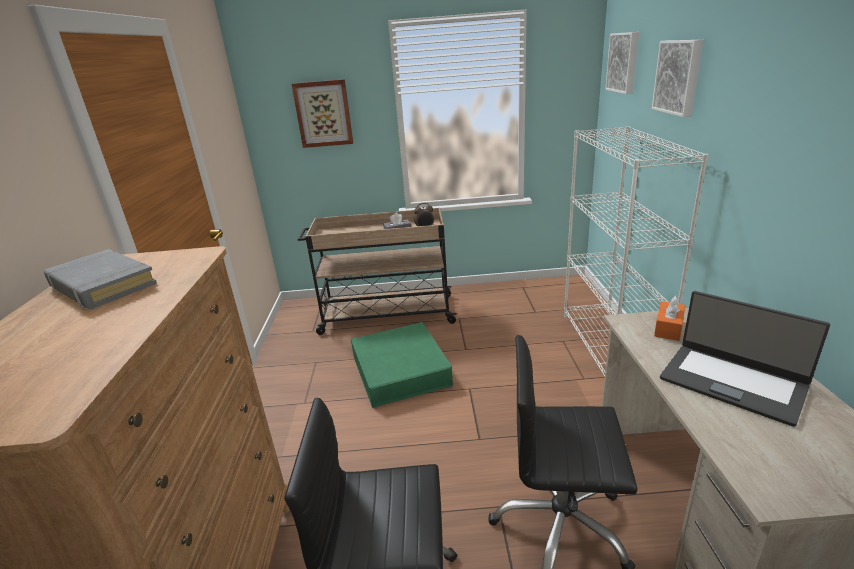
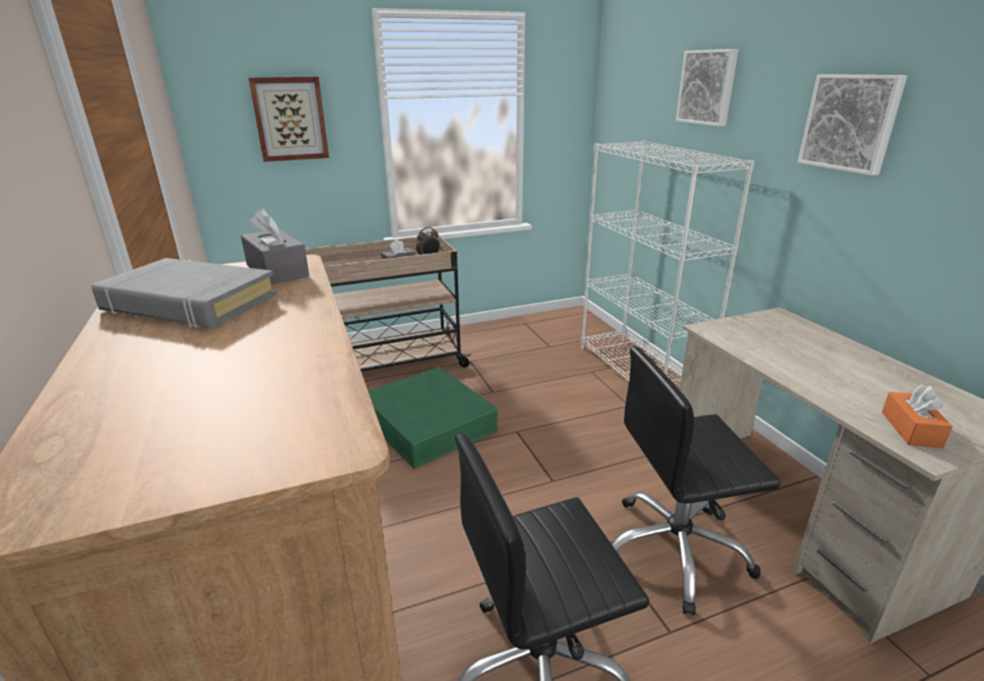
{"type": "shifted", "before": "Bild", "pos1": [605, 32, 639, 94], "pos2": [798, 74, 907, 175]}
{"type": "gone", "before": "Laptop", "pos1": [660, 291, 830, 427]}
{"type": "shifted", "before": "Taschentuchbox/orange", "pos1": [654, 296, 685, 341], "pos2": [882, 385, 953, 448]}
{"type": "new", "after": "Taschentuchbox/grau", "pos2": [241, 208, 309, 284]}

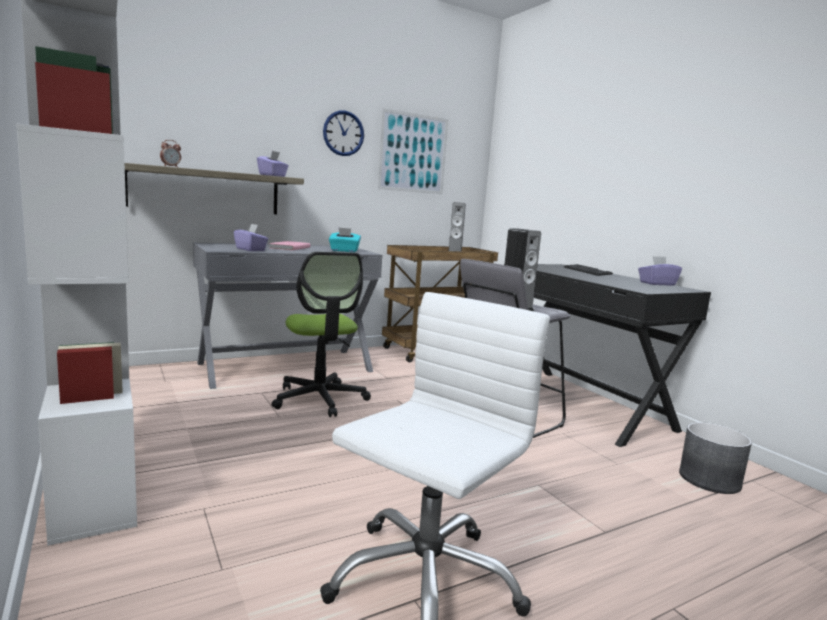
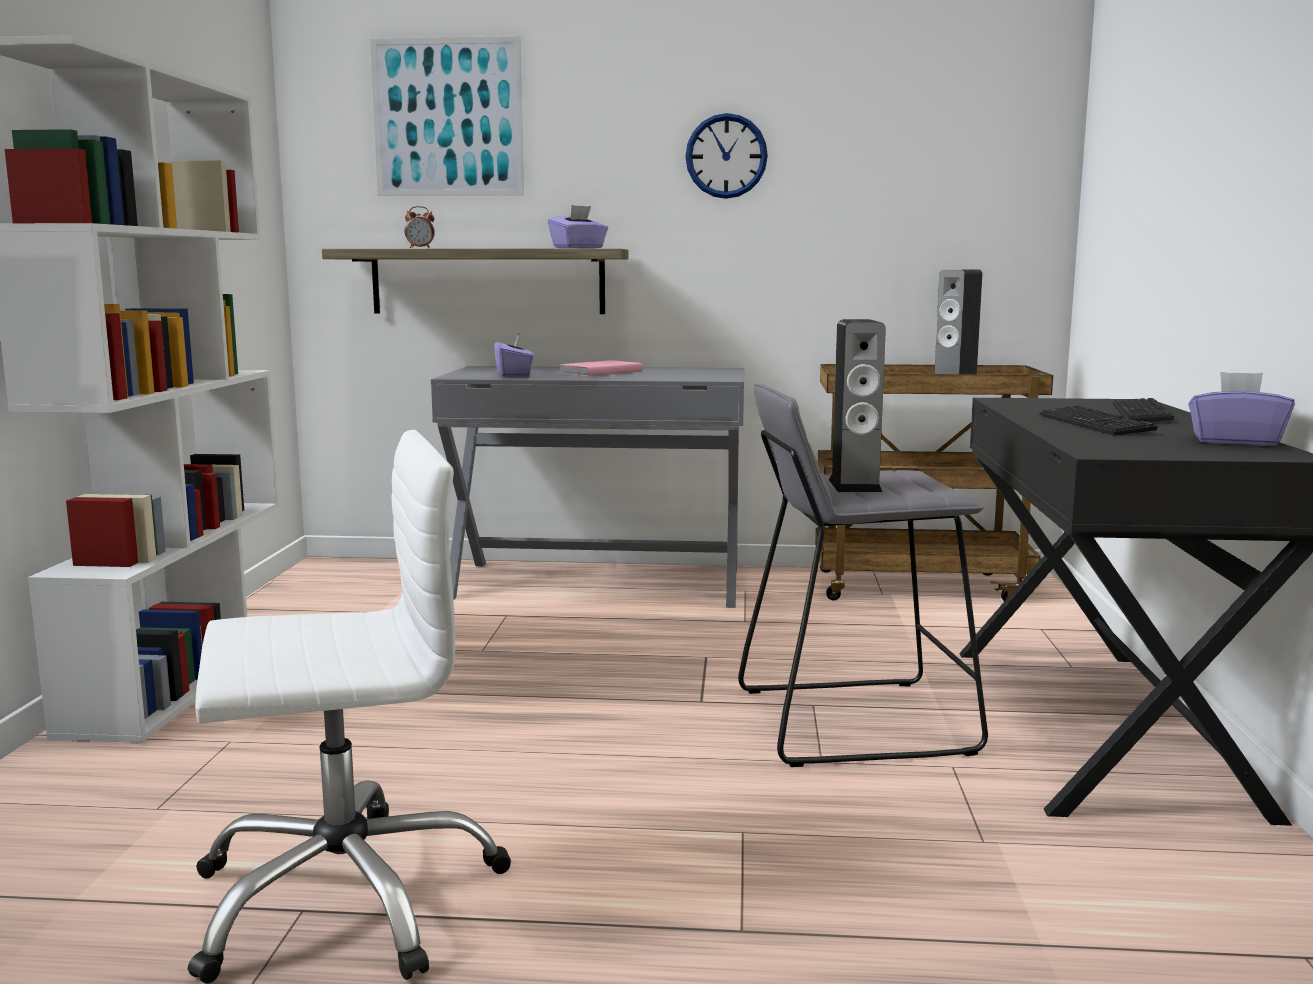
{"type": "shifted", "before": "Bild", "pos1": [377, 108, 448, 194], "pos2": [370, 36, 524, 196]}
{"type": "gone", "before": "Taschentuchbox/türkis", "pos1": [329, 227, 361, 252]}
{"type": "gone", "before": "Bürostuhl", "pos1": [272, 252, 371, 417]}
{"type": "gone", "before": "Pflanzkübel/grau", "pos1": [679, 422, 752, 494]}
{"type": "new", "after": "Tastatur", "pos2": [1040, 406, 1158, 436]}

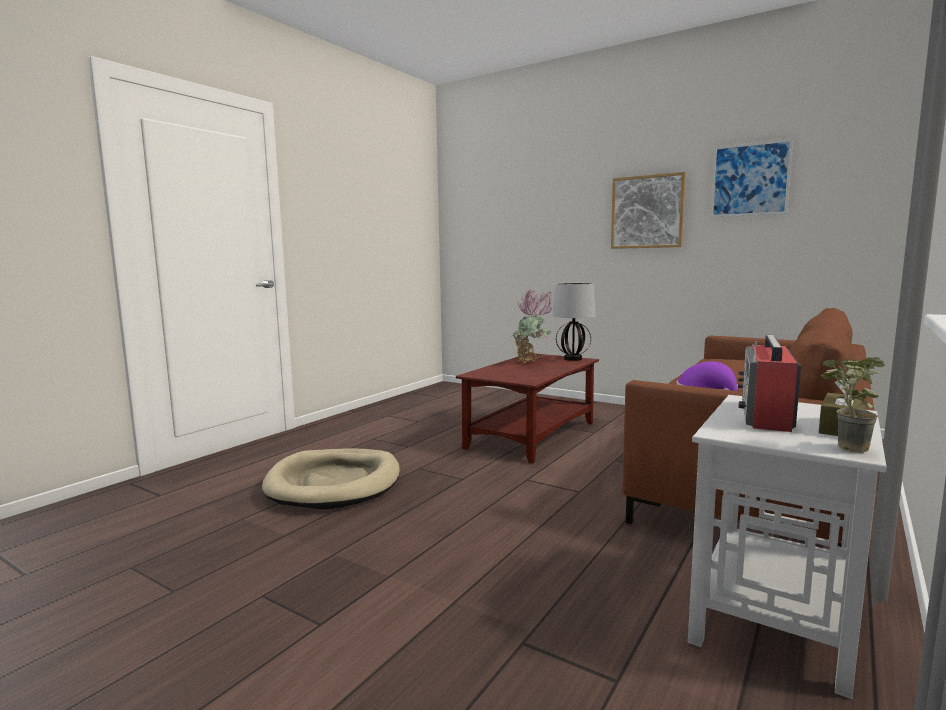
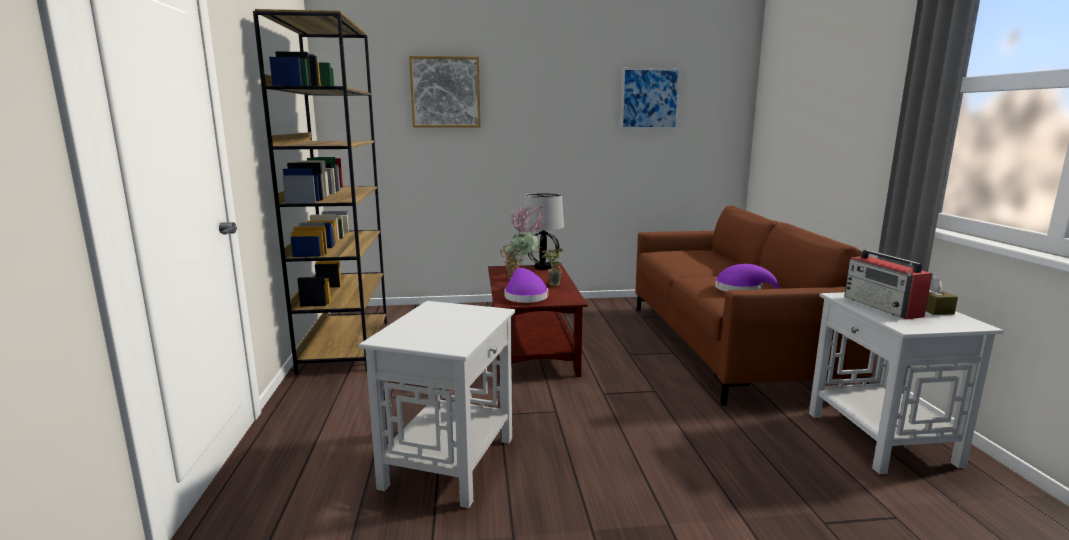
{"type": "shifted", "before": "Bild", "pos1": [611, 172, 686, 249], "pos2": [409, 56, 481, 128]}
{"type": "shifted", "before": "Topfpflanze", "pos1": [821, 357, 885, 453], "pos2": [541, 248, 563, 286]}
{"type": "swapped", "before": "Hundebett/beige", "after": "Beistelltisch/weiß", "pos1": [262, 448, 400, 510], "pos2": [359, 301, 515, 508]}
{"type": "new", "after": "Bücherregal/braun", "pos2": [253, 9, 387, 374]}
{"type": "new", "after": "Hut/lila", "pos2": [505, 268, 548, 303]}

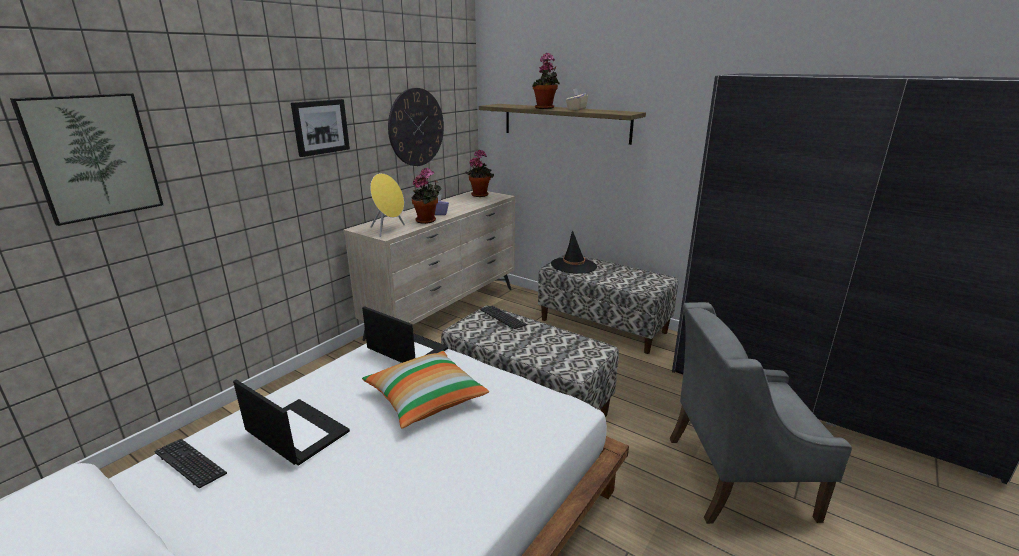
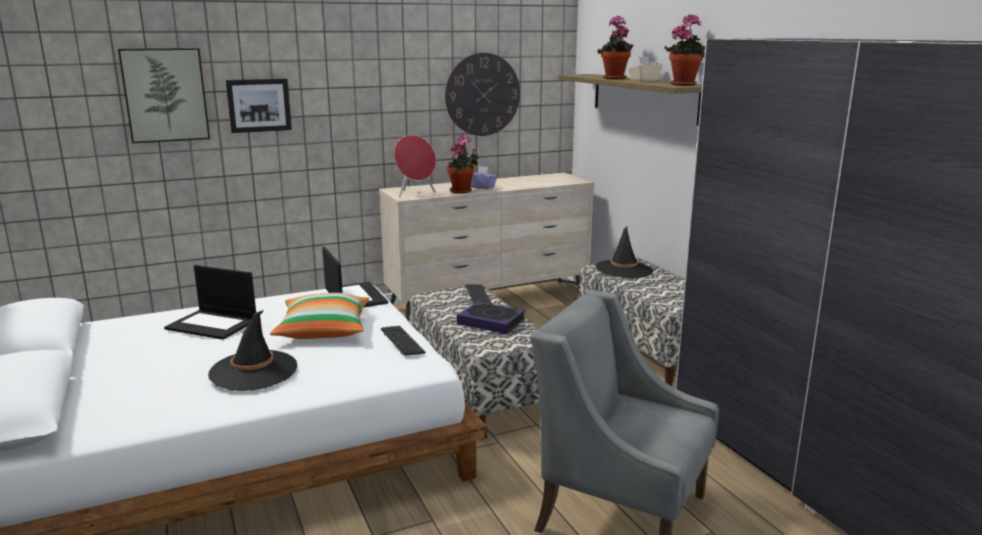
{"type": "shifted", "before": "Bild", "pos1": [291, 99, 350, 157], "pos2": [226, 78, 292, 133]}
{"type": "shifted", "before": "Topfpflanze", "pos1": [465, 149, 494, 197], "pos2": [665, 14, 705, 86]}
{"type": "repainted", "before": "Lautsprecher/gelb", "after": "Lautsprecher/rot", "pos1": [370, 173, 405, 237], "pos2": [394, 135, 436, 197]}
{"type": "rotated", "before": "Laptop", "pos1": [233, 379, 350, 466], "pos2": [164, 265, 256, 340], "turn": 135}
{"type": "shifted", "before": "Tastatur", "pos1": [154, 439, 227, 489], "pos2": [381, 326, 426, 356]}
{"type": "new", "after": "Buch", "pos2": [457, 301, 525, 334]}
{"type": "new", "after": "Hut/schwarz", "pos2": [208, 310, 297, 391]}

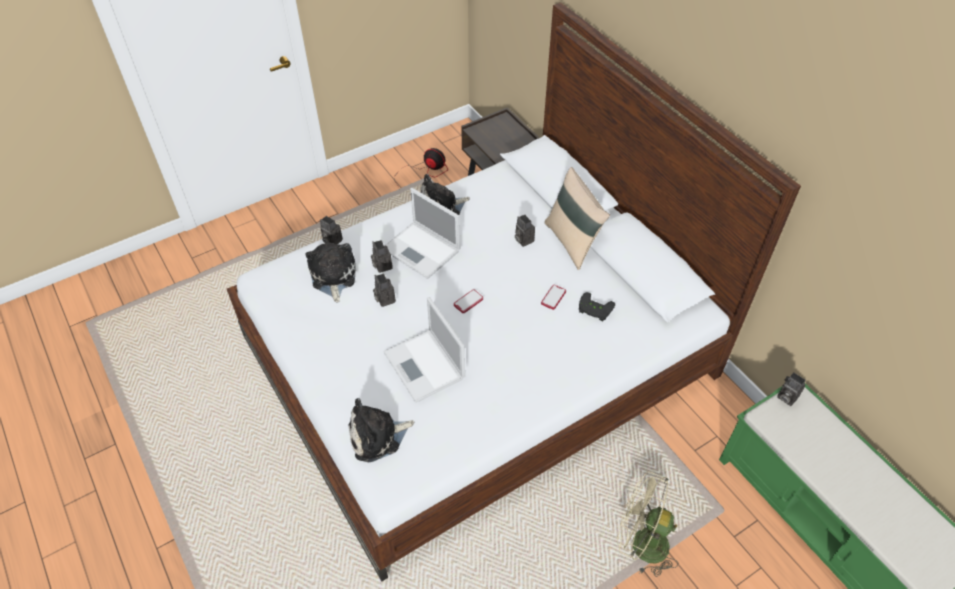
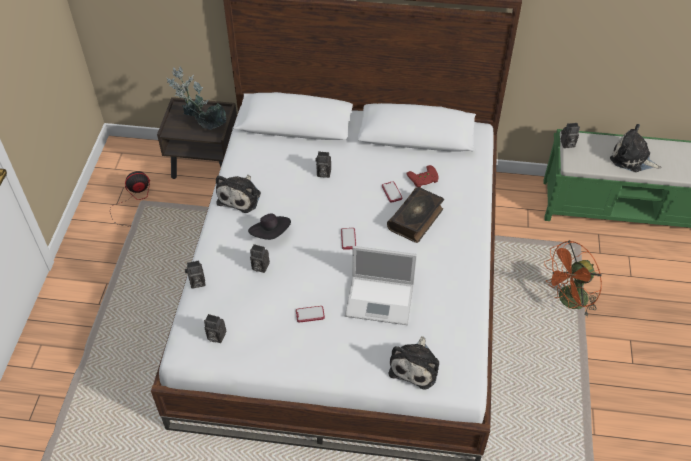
{"type": "gone", "before": "Kissen/beige", "pos1": [544, 167, 610, 270]}
{"type": "swapped", "before": "Laptop", "after": "Hut/schwarz", "pos1": [385, 188, 460, 279], "pos2": [248, 213, 291, 240]}
{"type": "shifted", "before": "Plüschtier", "pos1": [305, 243, 356, 303], "pos2": [610, 124, 661, 172]}
{"type": "shifted", "before": "Kamera", "pos1": [373, 273, 396, 307], "pos2": [204, 314, 226, 343]}
{"type": "repainted", "before": "Gamepad/schwarz", "after": "Gamepad/rot", "pos1": [579, 292, 615, 321], "pos2": [406, 165, 439, 188]}
{"type": "repainted", "before": "Ventilator/beige", "after": "Ventilator/orange", "pos1": [617, 471, 678, 577], "pos2": [544, 240, 602, 317]}
{"type": "new", "after": "Topfpflanze", "pos2": [167, 66, 226, 130]}
{"type": "new", "after": "Buch", "pos2": [387, 187, 444, 243]}
{"type": "new", "after": "Handy", "pos2": [296, 306, 325, 323]}

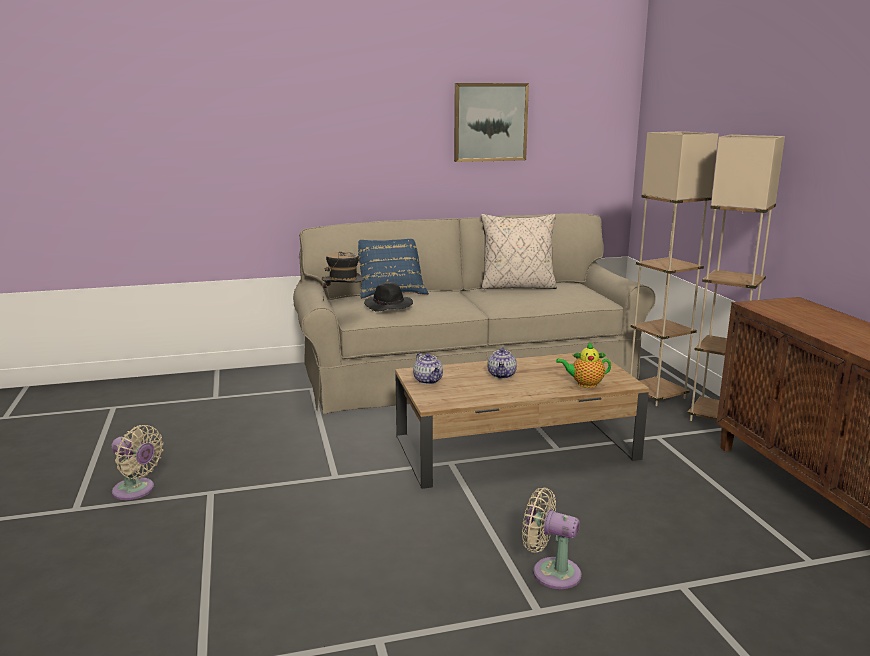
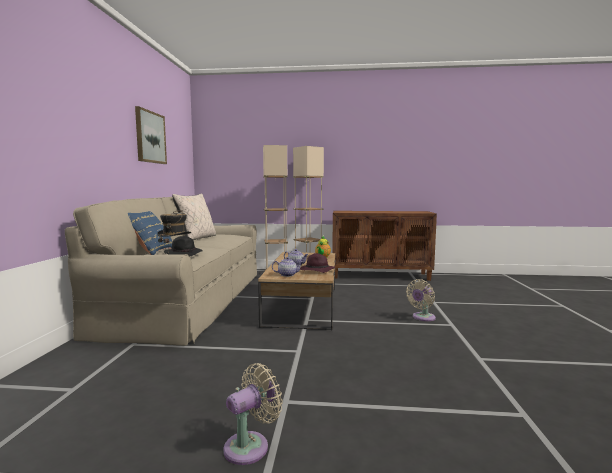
{"type": "new", "after": "Hut/lila", "pos2": [300, 253, 335, 273]}

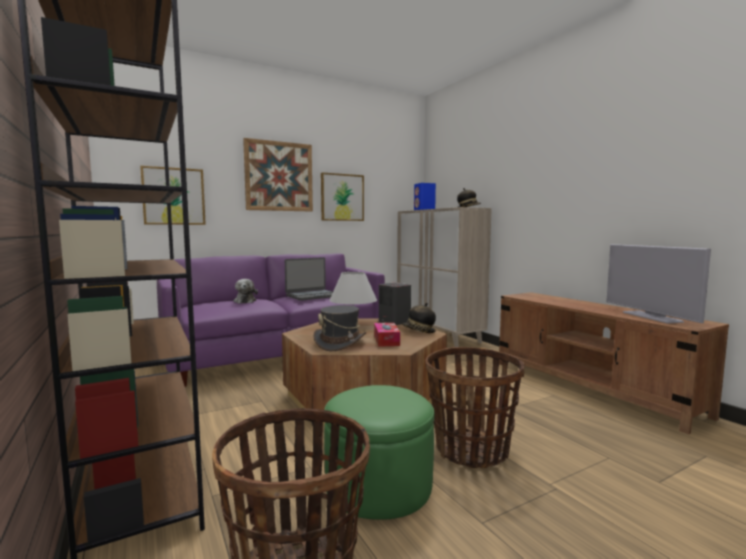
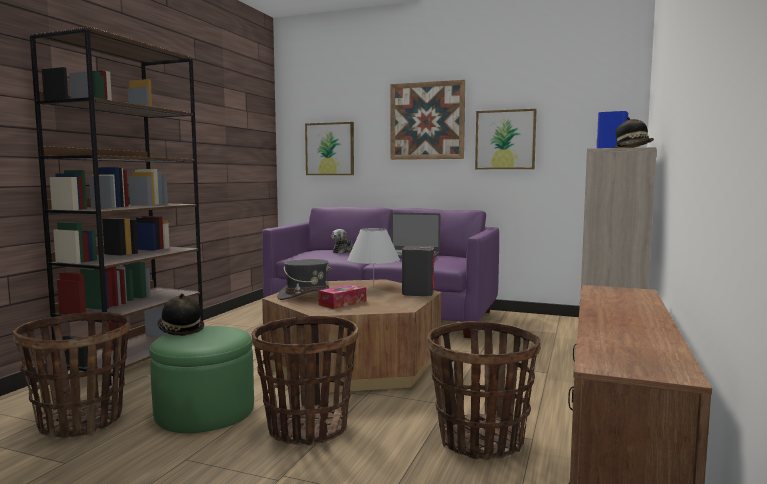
{"type": "gone", "before": "Fernseher", "pos1": [606, 244, 711, 324]}
{"type": "shifted", "before": "Hut", "pos1": [402, 303, 436, 333], "pos2": [158, 293, 204, 336]}
{"type": "new", "after": "Korb", "pos2": [427, 321, 541, 459]}

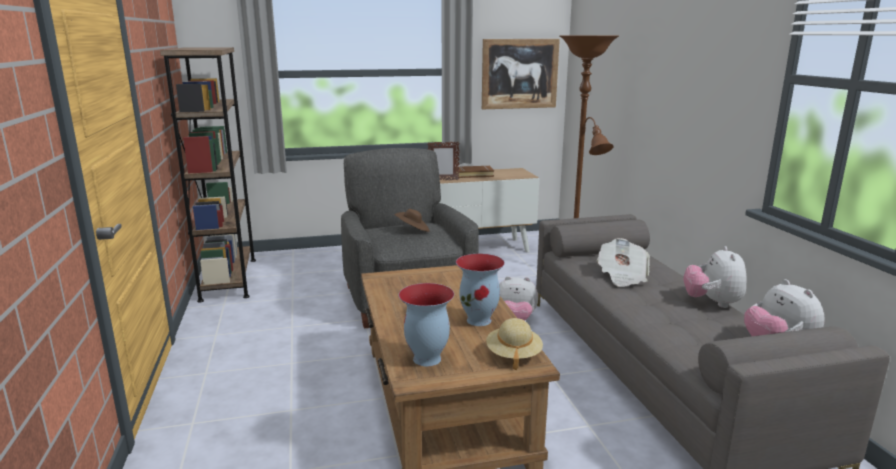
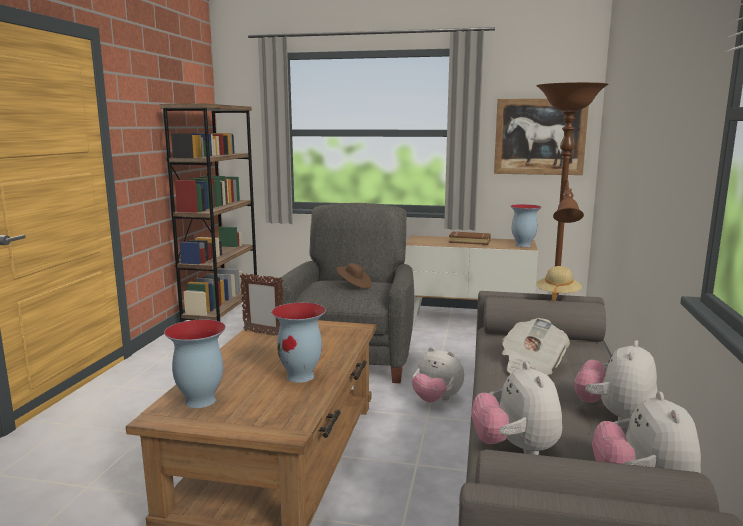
{"type": "shifted", "before": "Bilderrahmen", "pos1": [427, 142, 460, 180], "pos2": [240, 273, 284, 336]}
{"type": "shifted", "before": "Hut/beige", "pos1": [486, 318, 543, 370], "pos2": [536, 266, 582, 302]}
{"type": "new", "after": "Vase", "pos2": [510, 204, 541, 247]}
{"type": "new", "after": "Plüschtier", "pos2": [471, 362, 562, 455]}

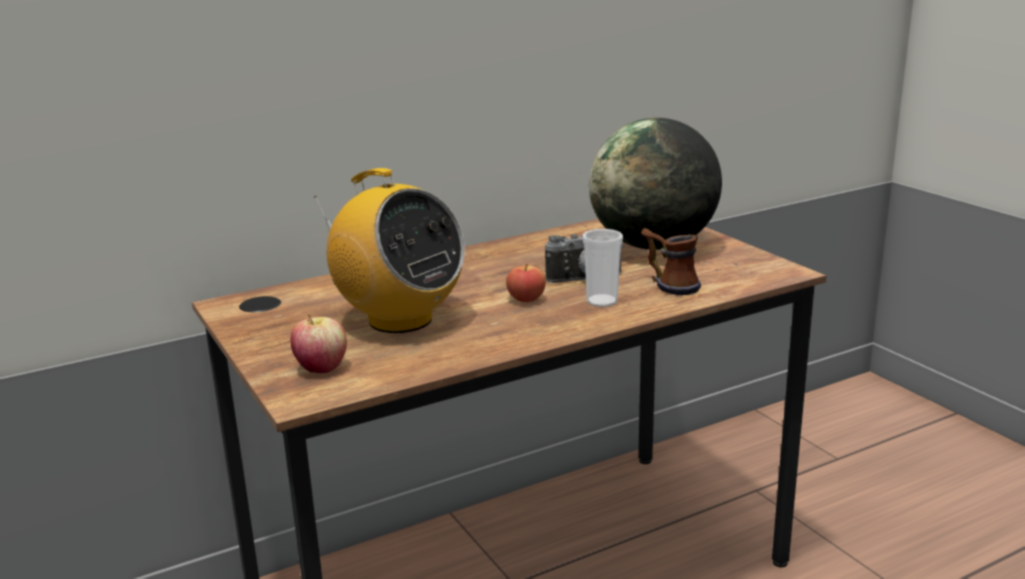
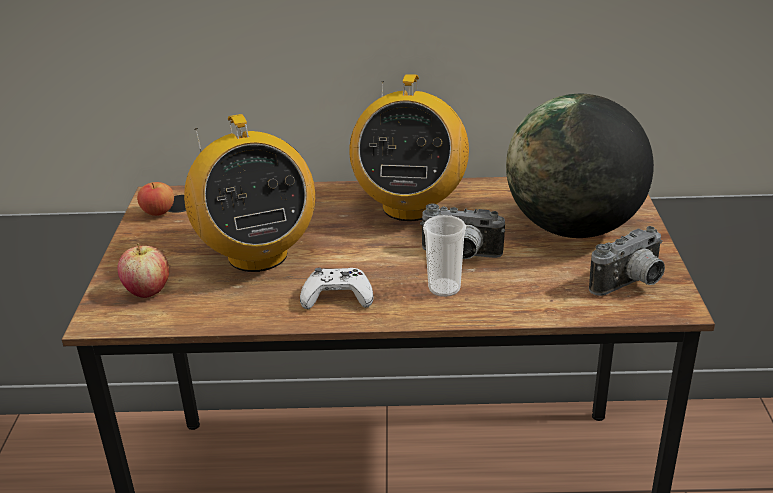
{"type": "gone", "before": "Henkelbecher", "pos1": [641, 228, 701, 295]}
{"type": "shifted", "before": "Apfel", "pos1": [506, 263, 546, 302], "pos2": [137, 182, 174, 216]}
{"type": "new", "after": "Radio", "pos2": [349, 74, 469, 221]}
{"type": "new", "after": "Kamera", "pos2": [589, 226, 665, 296]}
{"type": "new", "after": "Gamepad/weiß", "pos2": [300, 268, 373, 309]}

